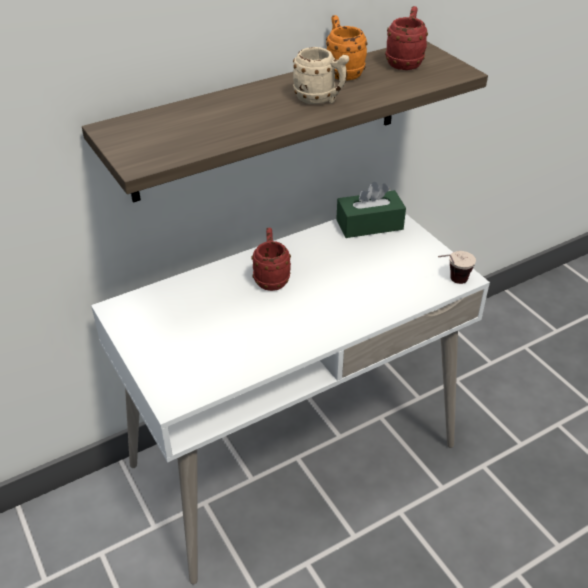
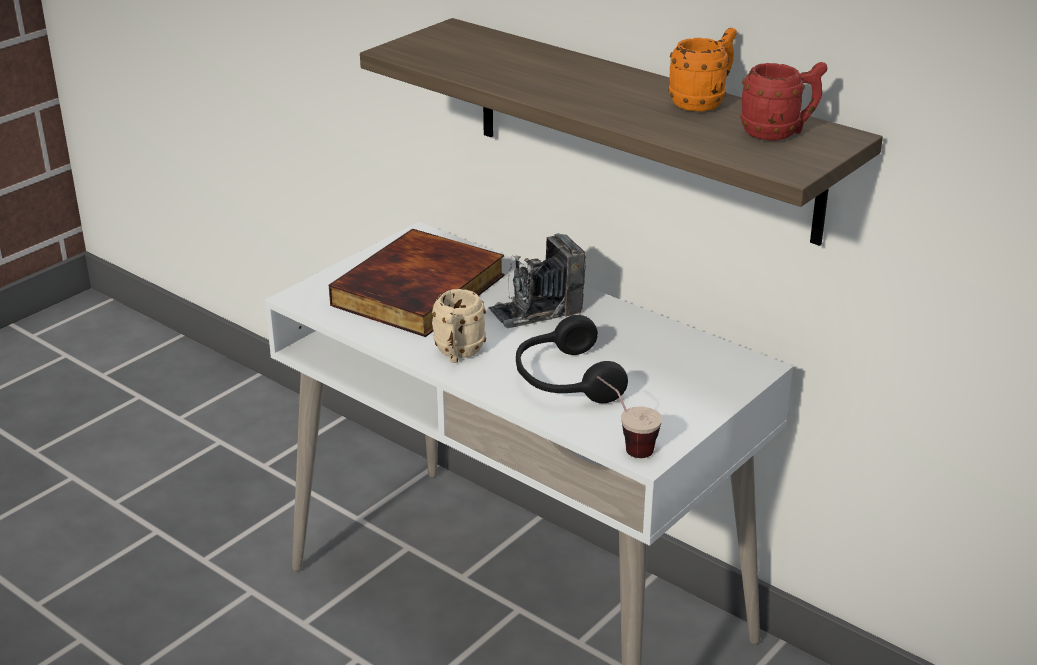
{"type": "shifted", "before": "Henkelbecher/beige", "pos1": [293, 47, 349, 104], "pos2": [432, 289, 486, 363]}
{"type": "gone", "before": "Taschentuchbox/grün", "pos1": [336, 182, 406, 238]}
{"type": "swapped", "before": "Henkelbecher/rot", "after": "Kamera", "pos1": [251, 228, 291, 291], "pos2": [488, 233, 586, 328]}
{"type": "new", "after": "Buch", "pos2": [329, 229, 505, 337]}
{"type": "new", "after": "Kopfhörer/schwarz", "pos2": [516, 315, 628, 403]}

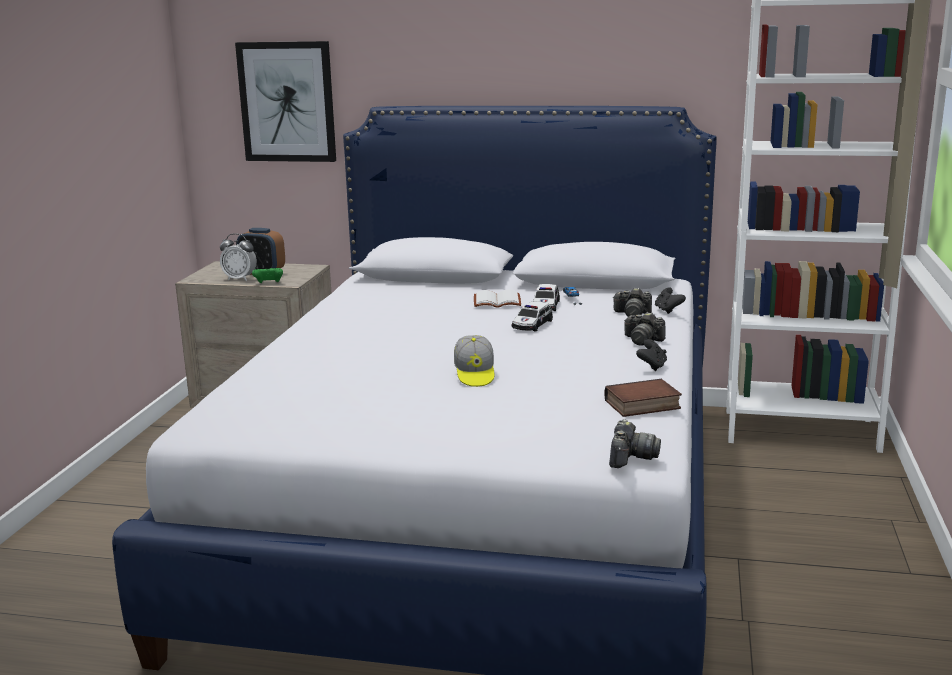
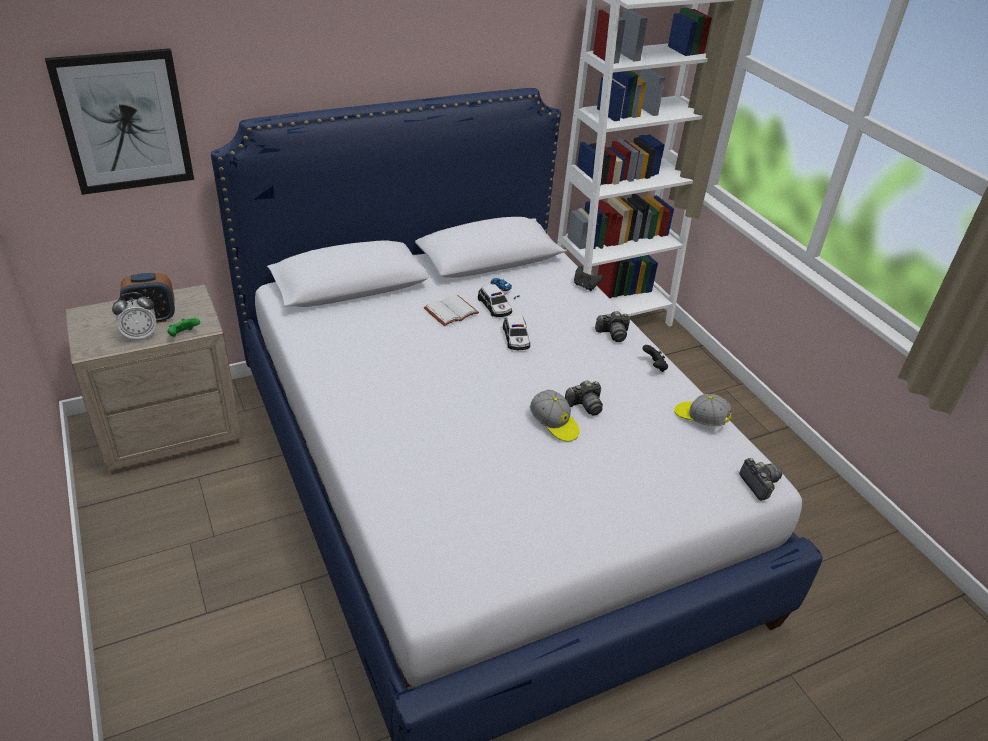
{"type": "shifted", "before": "Kamera", "pos1": [613, 287, 652, 317], "pos2": [565, 380, 603, 416]}
{"type": "swapped", "before": "Buch", "after": "Kappe", "pos1": [605, 379, 682, 417], "pos2": [674, 394, 732, 426]}

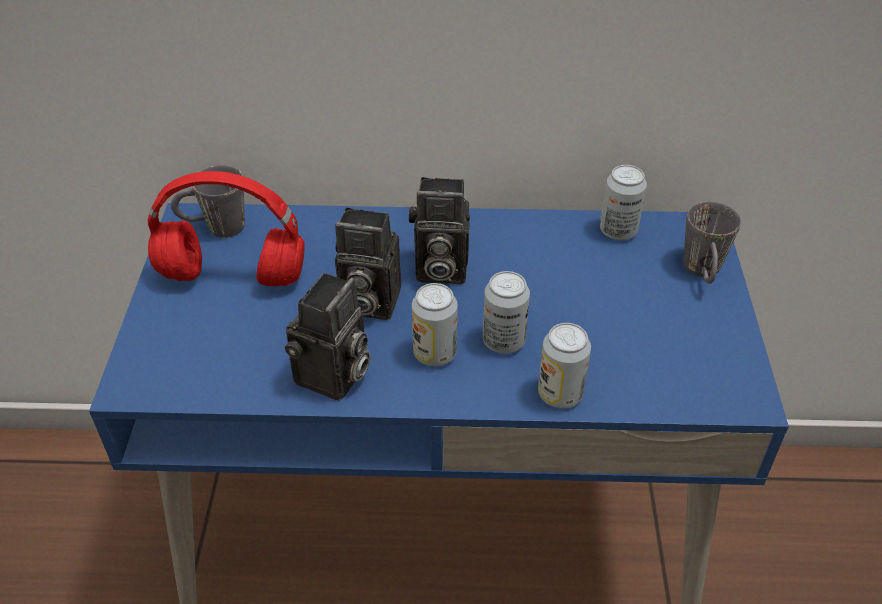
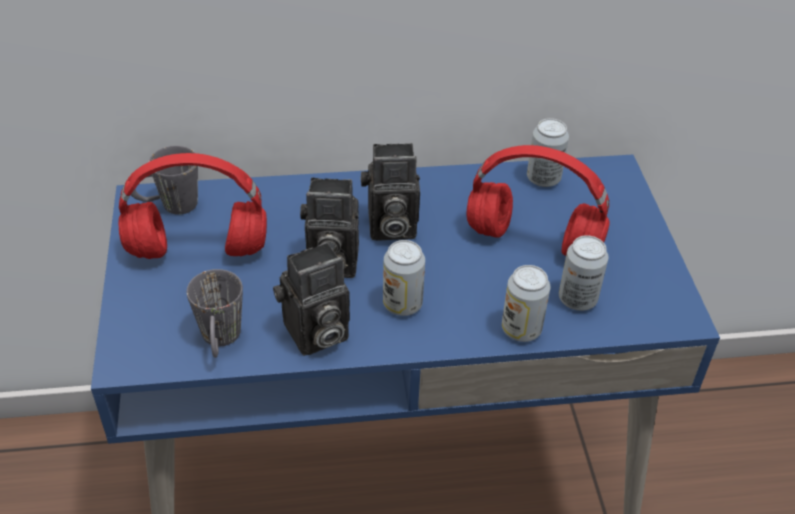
{"type": "shifted", "before": "Henkelbecher/grau", "pos1": [683, 201, 741, 284], "pos2": [187, 269, 243, 358]}
{"type": "shifted", "before": "Dose", "pos1": [483, 271, 530, 354], "pos2": [559, 235, 609, 311]}
{"type": "rotated", "before": "Kamera", "pos1": [285, 273, 370, 401], "pos2": [273, 242, 350, 356], "turn": 45}
{"type": "new", "after": "Kopfhörer/rot", "pos2": [467, 145, 610, 256]}

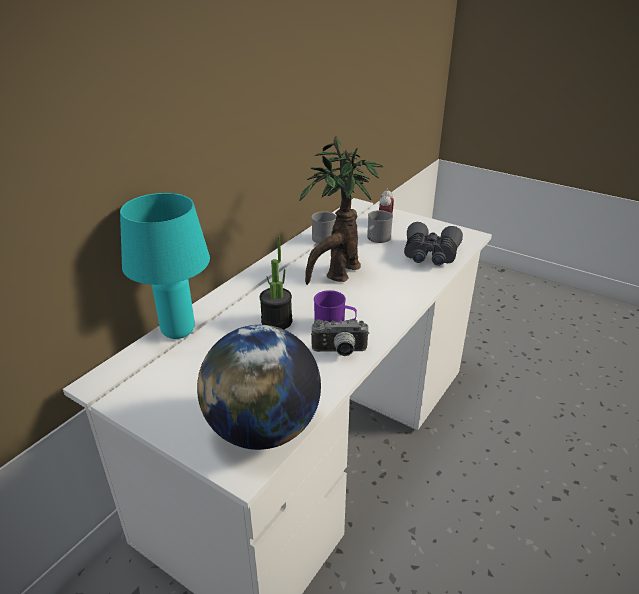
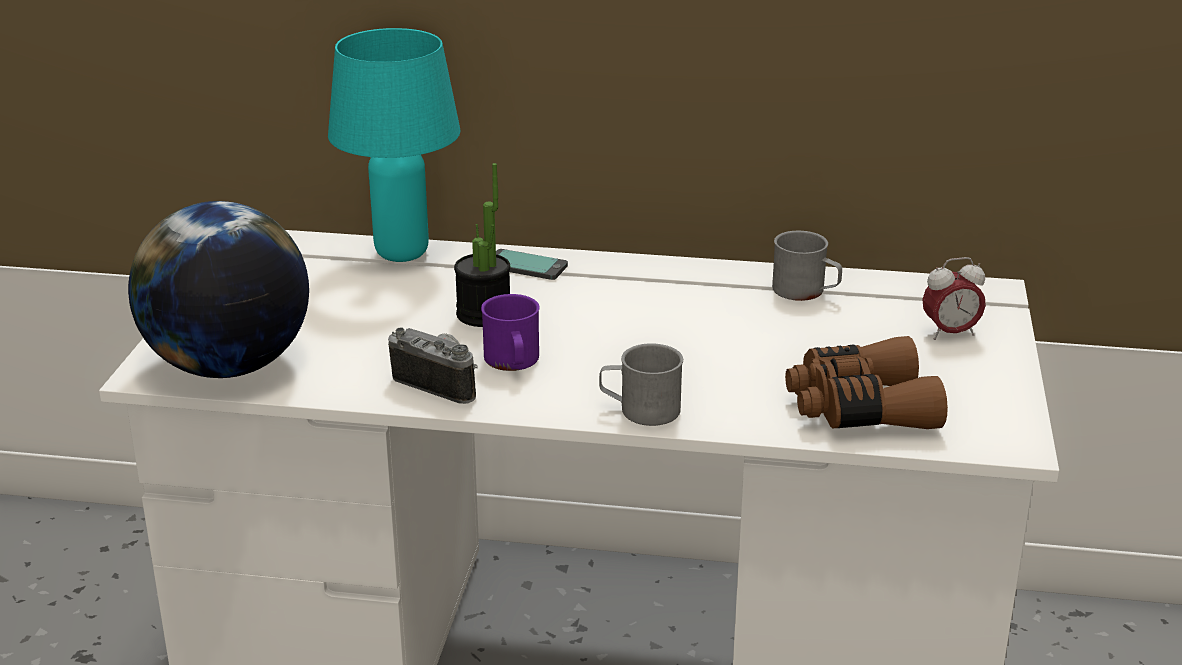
{"type": "gone", "before": "Topfpflanze", "pos1": [299, 136, 383, 285]}
{"type": "shifted", "before": "Henkelbecher/grau", "pos1": [367, 210, 393, 243], "pos2": [599, 343, 683, 426]}
{"type": "repainted", "before": "Fernglas/grau", "after": "Fernglas/braun", "pos1": [404, 222, 463, 266], "pos2": [785, 336, 948, 429]}
{"type": "rotated", "before": "Kamera", "pos1": [311, 319, 369, 356], "pos2": [388, 328, 478, 404], "turn": 150}
{"type": "new", "after": "Handy", "pos2": [496, 249, 568, 280]}

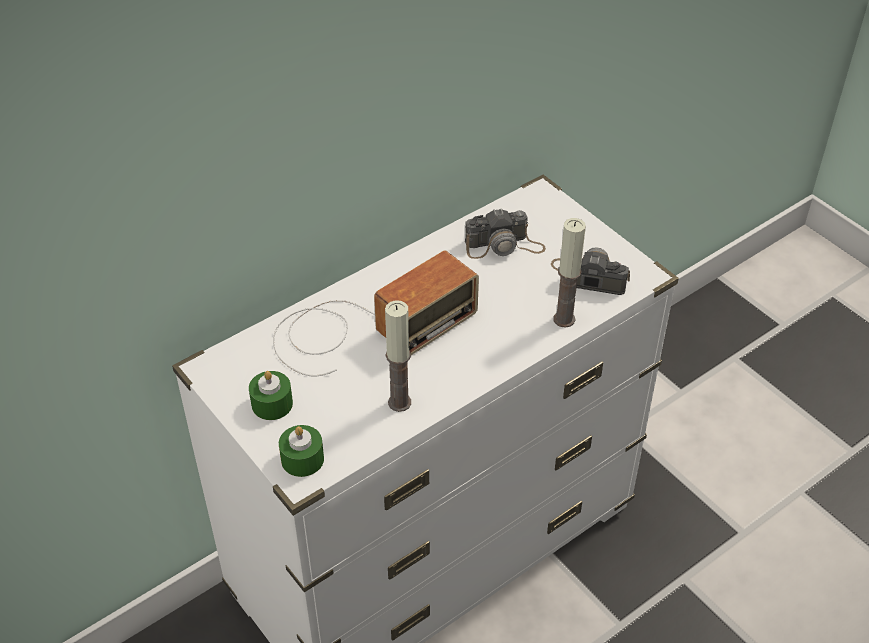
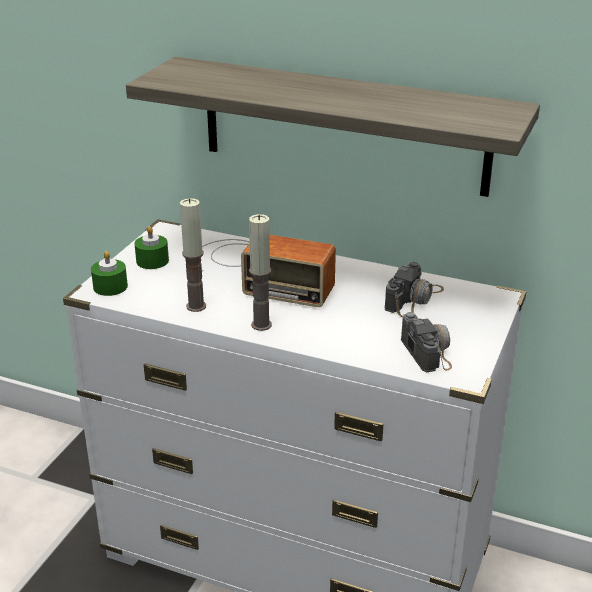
{"type": "rotated", "before": "Kamera", "pos1": [465, 209, 546, 259], "pos2": [384, 262, 444, 317], "turn": -105}
{"type": "shifted", "before": "Kerze", "pos1": [553, 218, 586, 328], "pos2": [249, 214, 272, 331]}
{"type": "new", "after": "Wandregal", "pos2": [126, 57, 540, 197]}

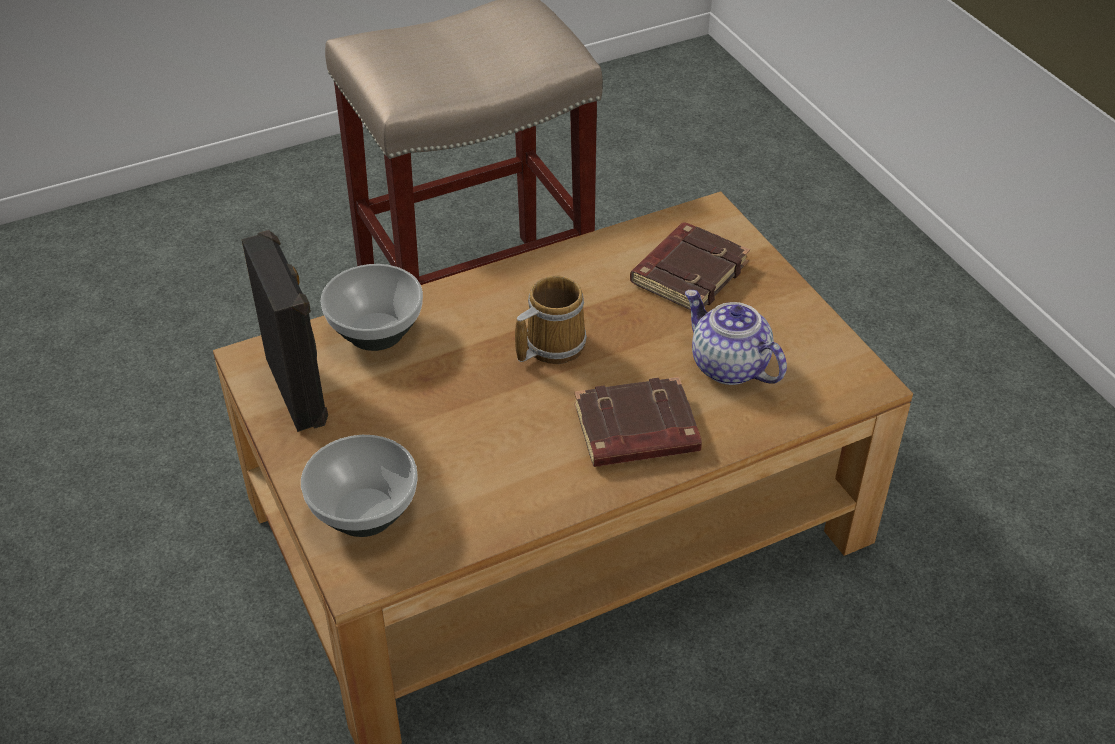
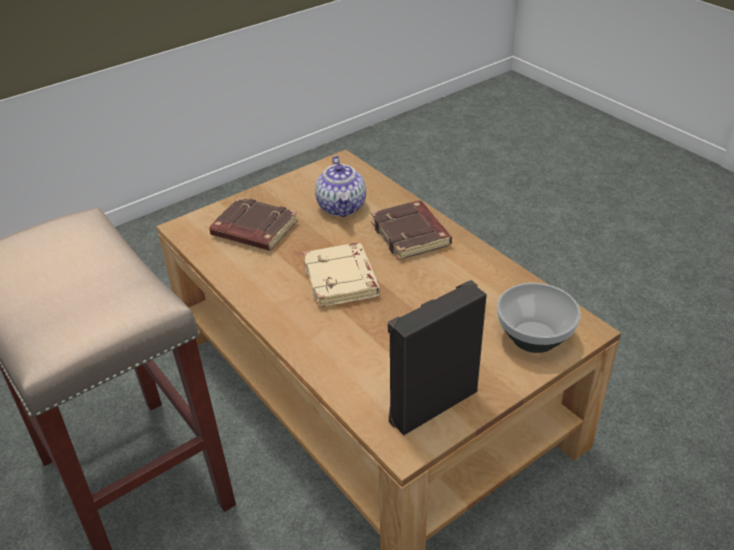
{"type": "gone", "before": "Schüssel", "pos1": [320, 264, 423, 351]}
{"type": "swapped", "before": "Henkelbecher", "after": "Buch/beige", "pos1": [515, 275, 587, 364], "pos2": [303, 243, 380, 308]}
{"type": "rotated", "before": "Teekanne", "pos1": [685, 290, 787, 385], "pos2": [315, 156, 366, 217], "turn": -45}

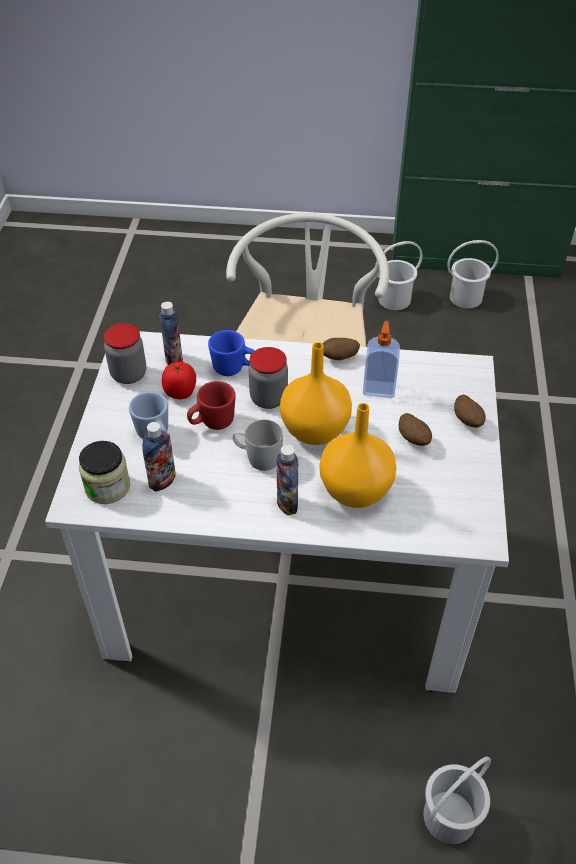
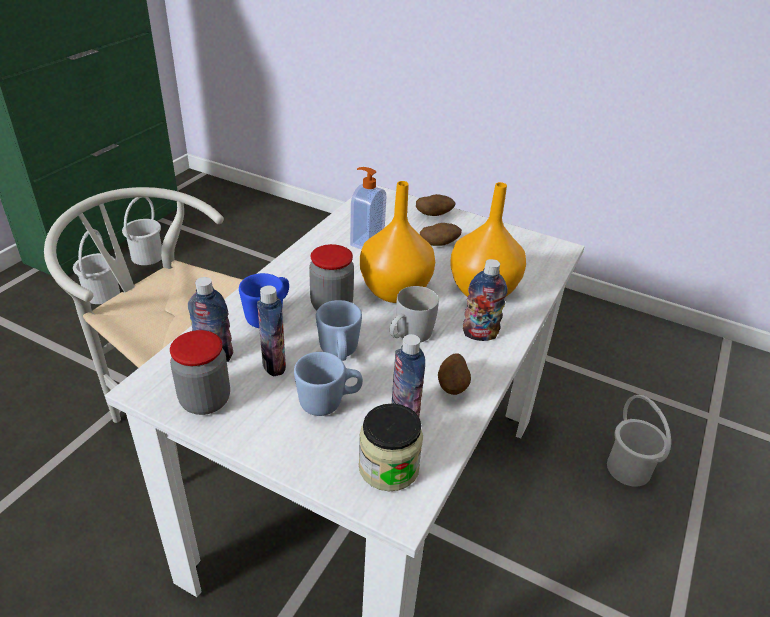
{"type": "shifted", "before": "Kartoffel", "pos1": [322, 338, 360, 360], "pos2": [438, 353, 471, 395]}
{"type": "swapped", "before": "Tomate", "after": "Flasche", "pos1": [162, 362, 196, 399], "pos2": [257, 285, 286, 376]}
{"type": "repainted", "before": "Henkelbecher/rot", "after": "Henkelbecher/blau", "pos1": [187, 381, 235, 430], "pos2": [316, 300, 362, 361]}

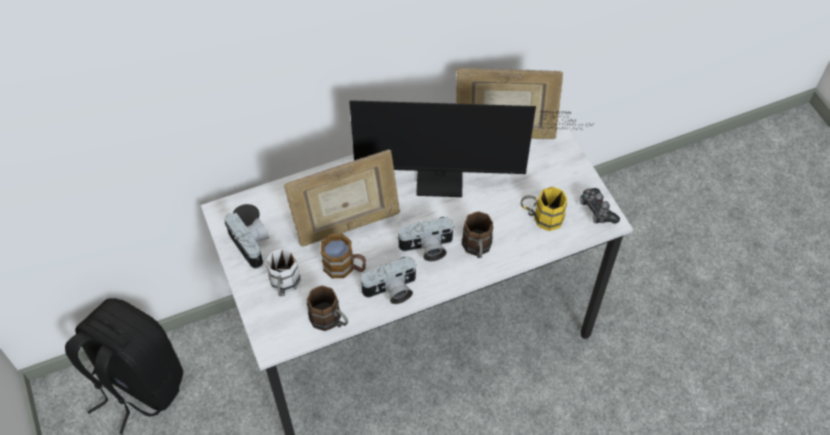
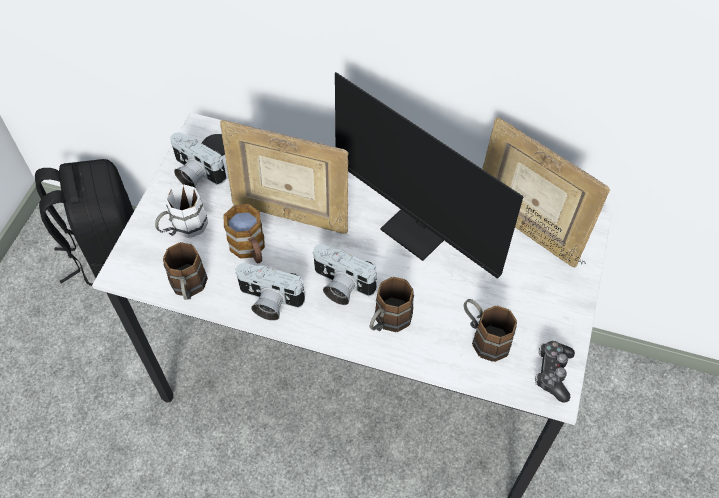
{"type": "repainted", "before": "Henkelbecher/gelb", "after": "Henkelbecher/braun", "pos1": [521, 187, 567, 231], "pos2": [464, 299, 517, 362]}
{"type": "rotated", "before": "Kamera", "pos1": [224, 213, 269, 269], "pos2": [170, 132, 226, 187], "turn": 120}

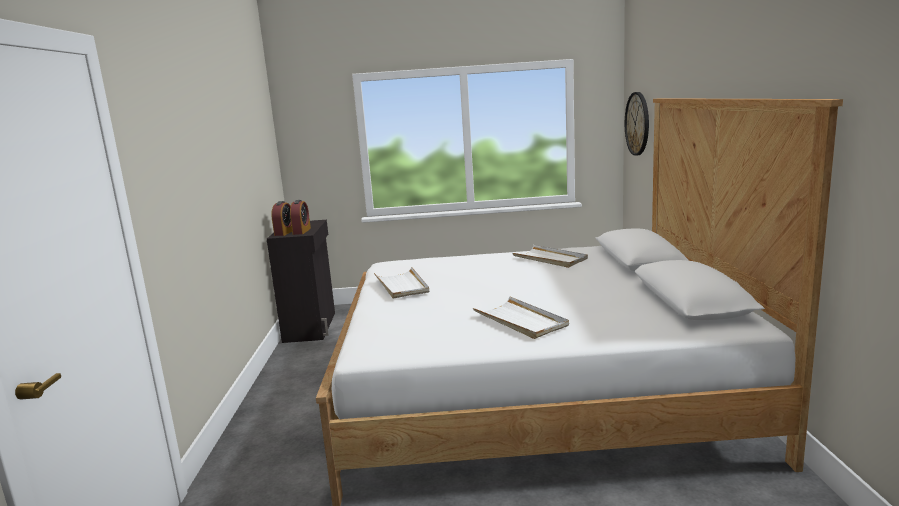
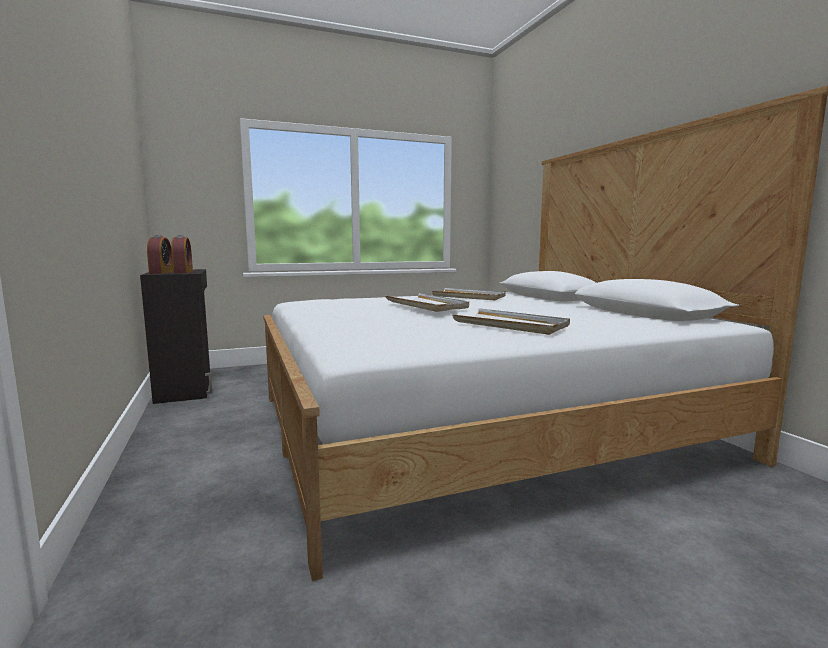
{"type": "gone", "before": "Wanduhr", "pos1": [625, 92, 649, 156]}
{"type": "shifted", "before": "Tablett/weiß", "pos1": [374, 267, 429, 298], "pos2": [385, 293, 469, 312]}

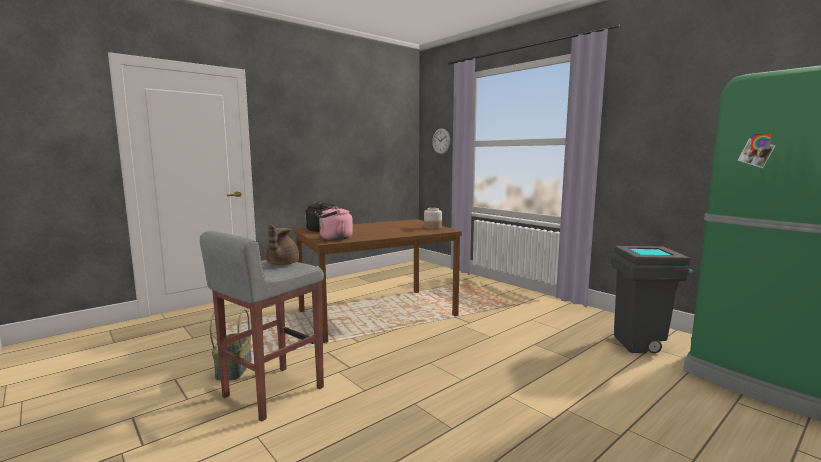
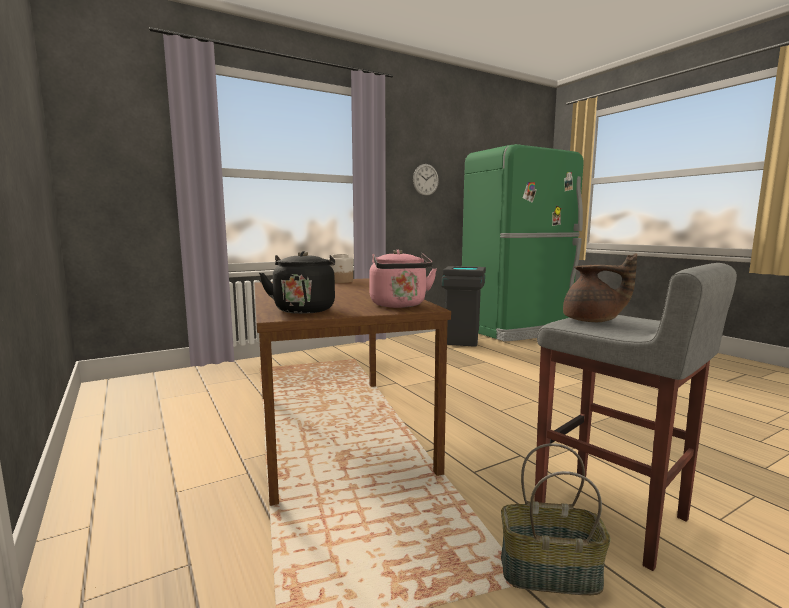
{"type": "shifted", "before": "Wanduhr", "pos1": [432, 128, 450, 154], "pos2": [413, 164, 439, 196]}

